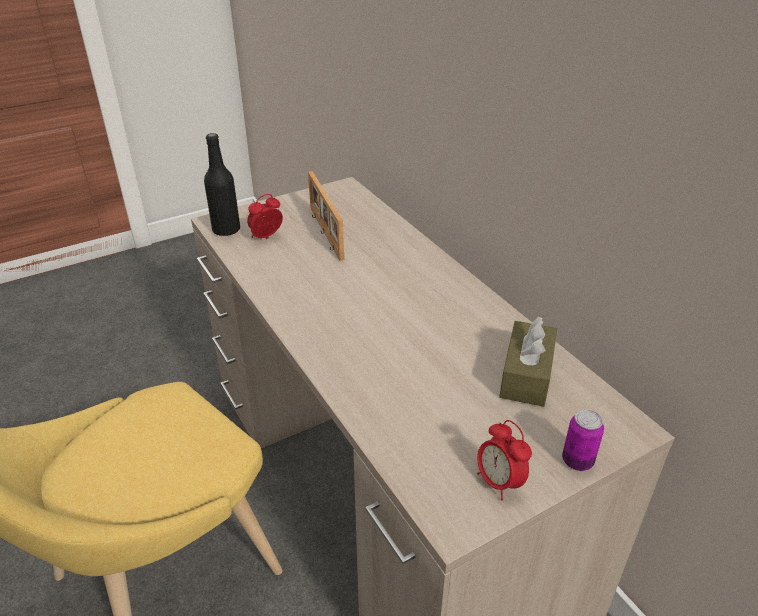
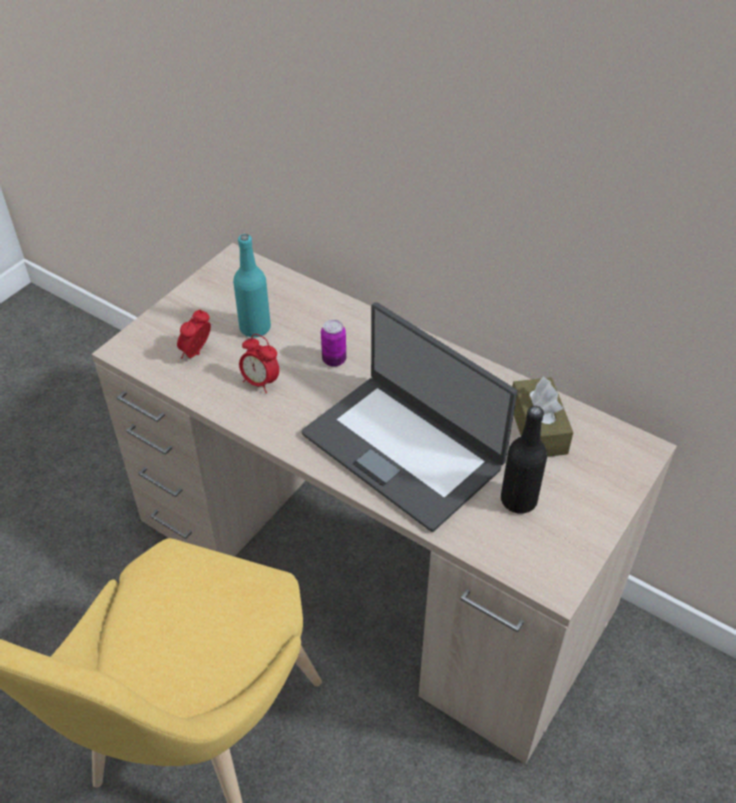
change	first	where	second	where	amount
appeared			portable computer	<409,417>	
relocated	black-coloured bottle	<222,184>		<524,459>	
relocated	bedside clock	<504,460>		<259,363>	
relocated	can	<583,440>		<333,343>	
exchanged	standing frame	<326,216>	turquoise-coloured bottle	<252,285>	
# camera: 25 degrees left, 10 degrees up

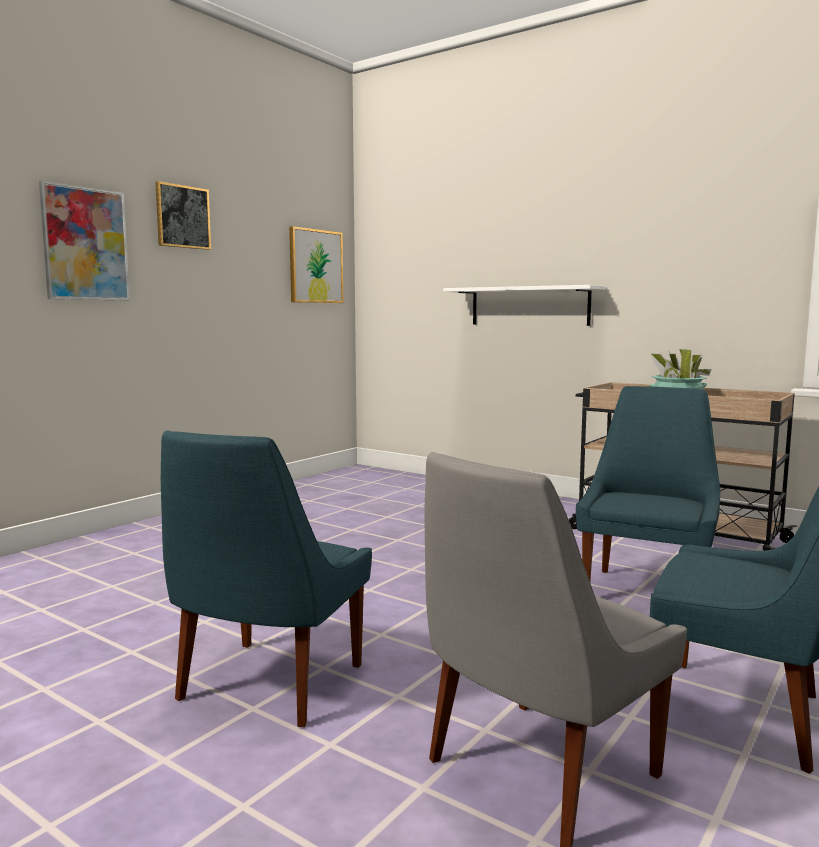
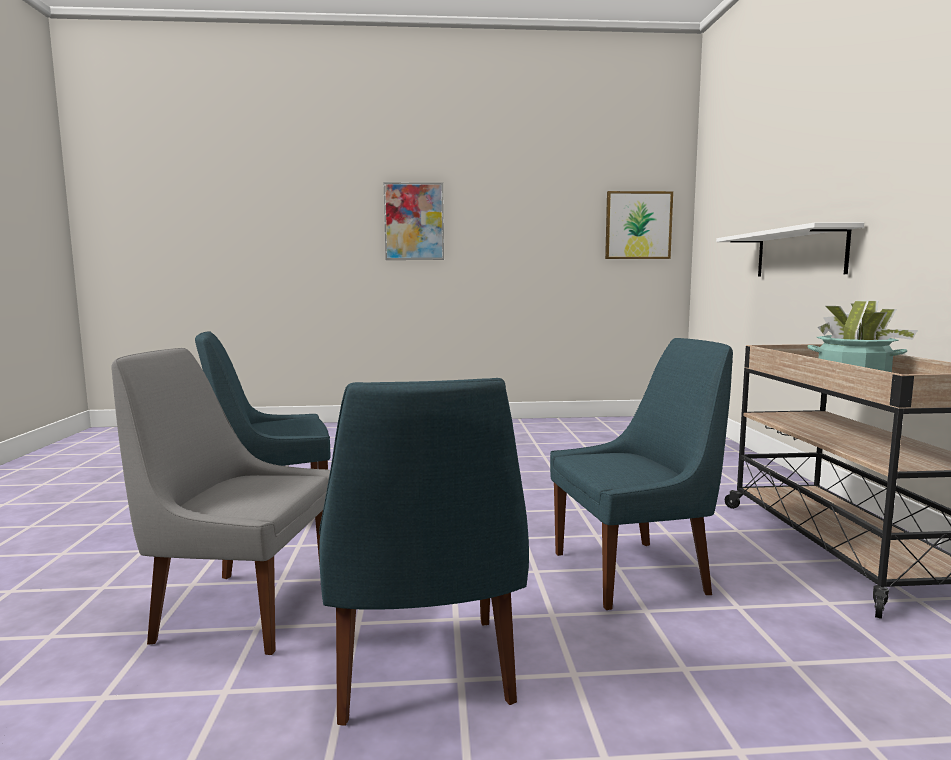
change	first	where	second	where	amount
missing	picture	<183,215>			
# camera: 50 degrees right, 0 degrees up

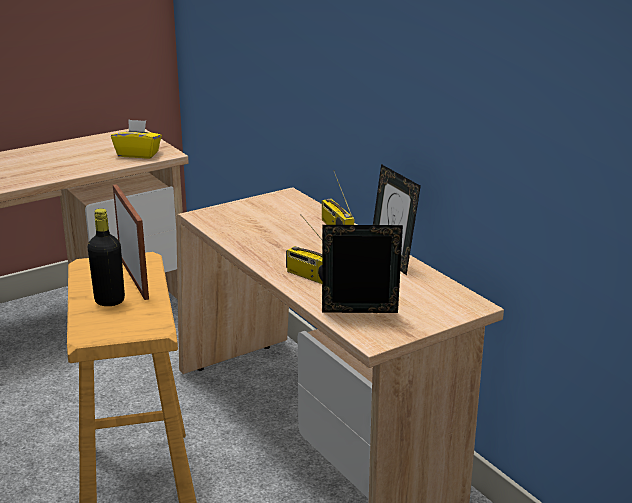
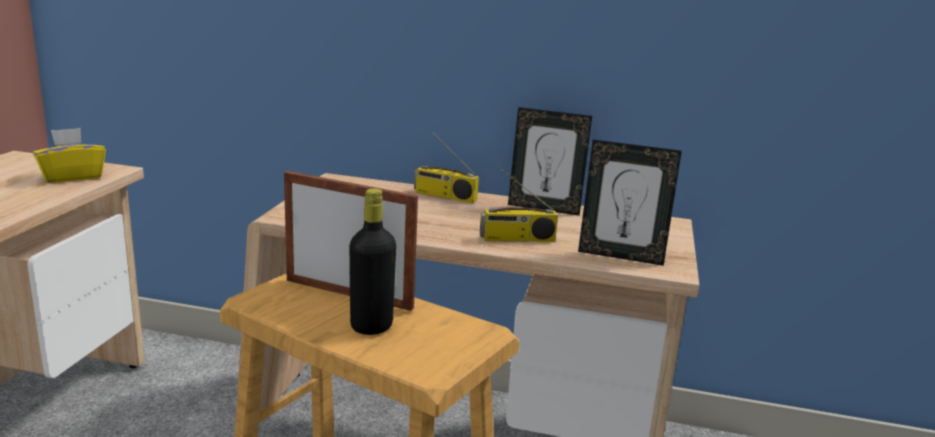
change	first	where	second	where	amount
spun	standing frame	<362,269>		<630,203>	120 degrees counterclockwise
# camera: 45 degrees left, 5 degrees down

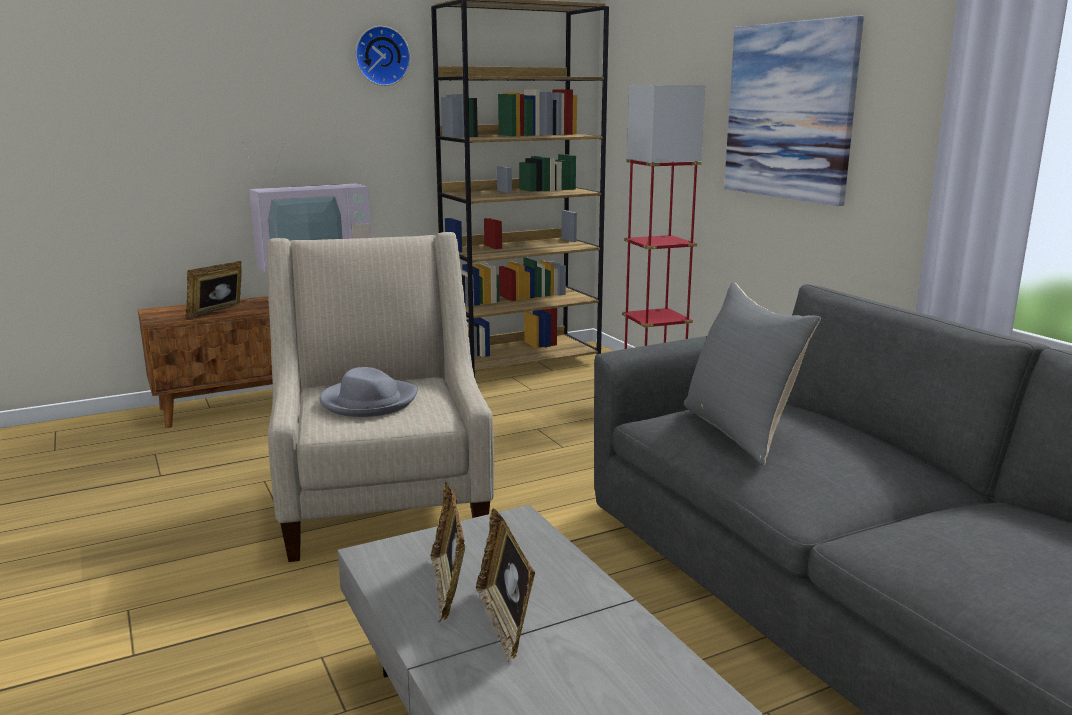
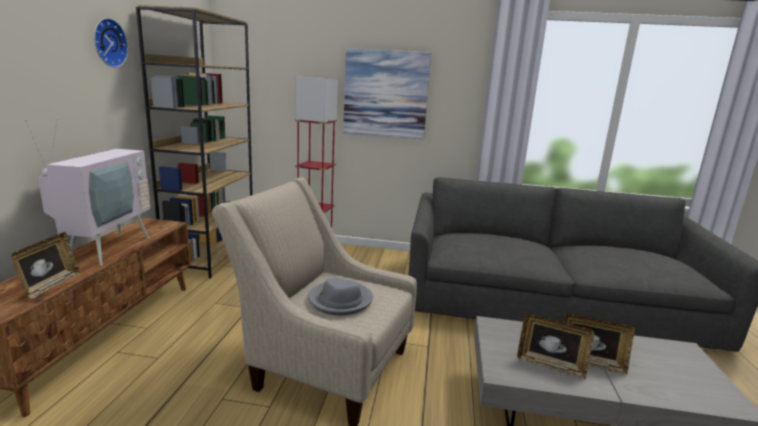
change	first	where	second	where	amount
missing	gray cushion	<752,373>			
spun	standing frame	<213,289>		<46,265>	150 degrees counterclockwise
# camera: 55 degrees left, 0 degrees up

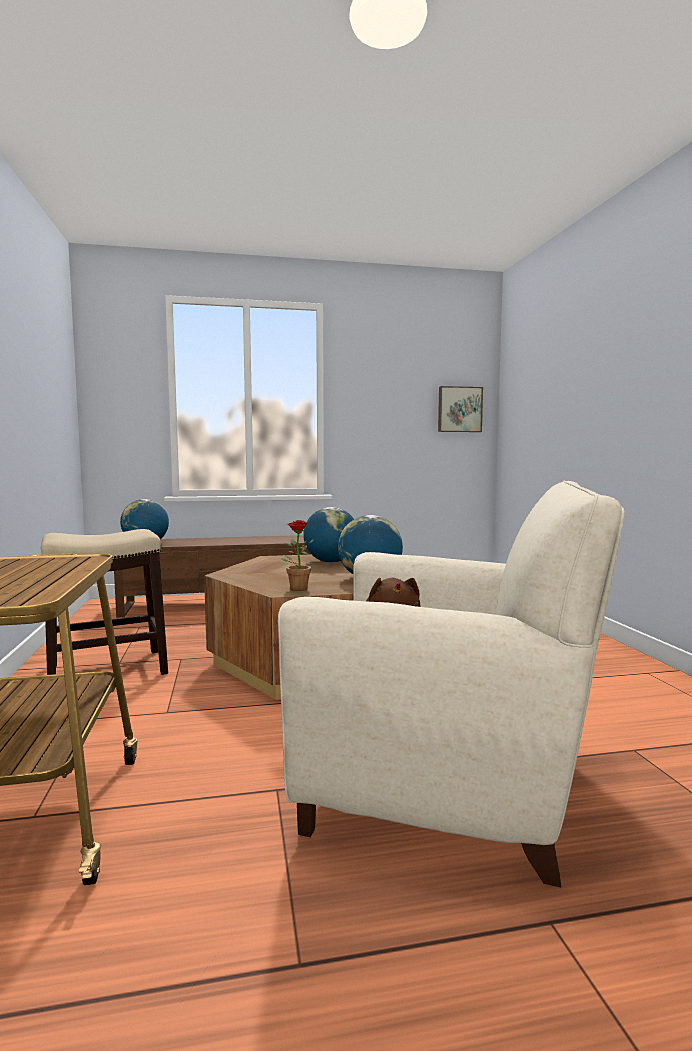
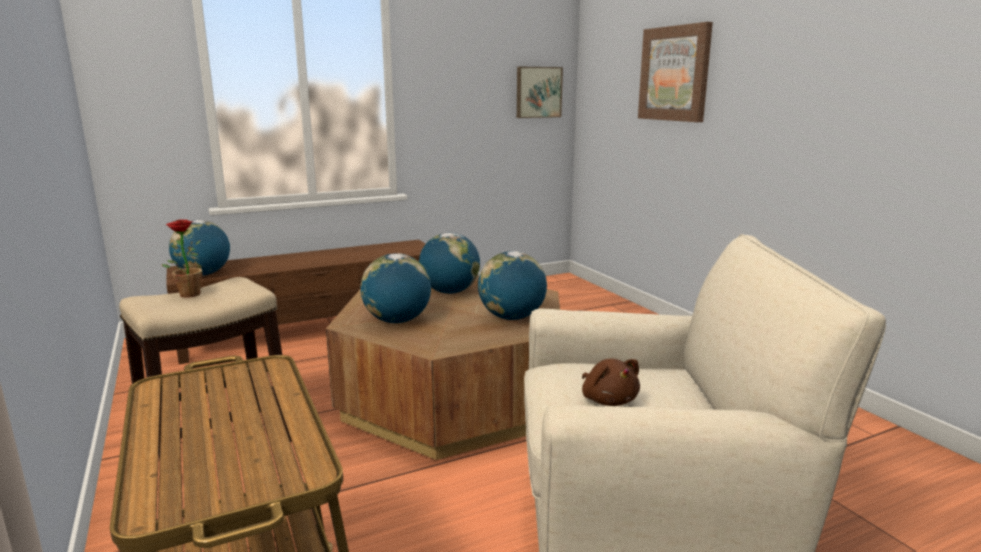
change	first	where	second	where	amount
appeared			world globe	<395,288>	
appeared			picture	<675,72>	
relocated	houseplant	<297,555>		<182,258>	
# camera: 15 degrees left, 10 degrees up

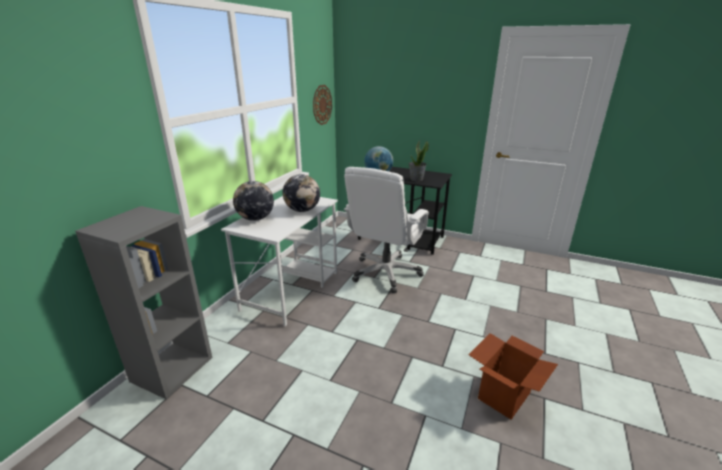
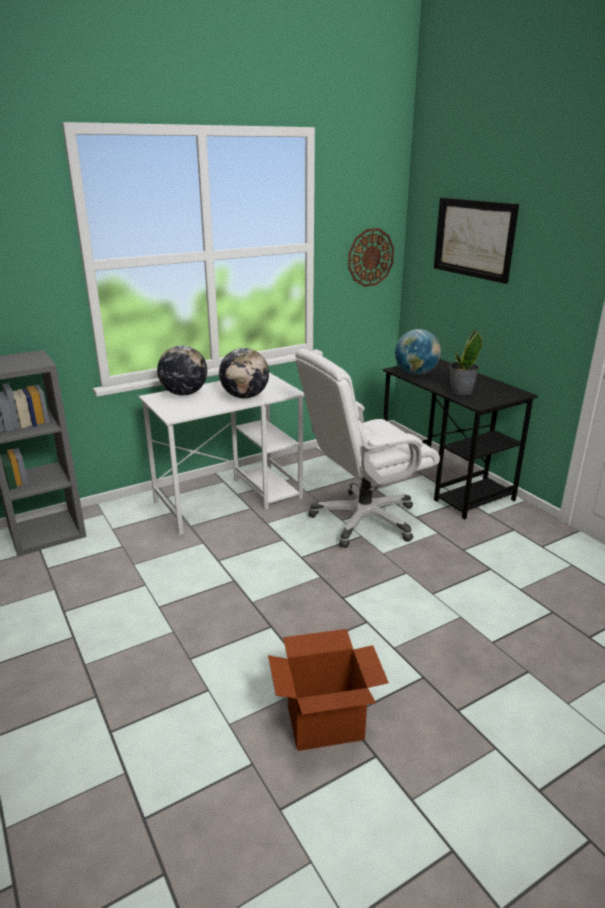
change	first	where	second	where	amount
appeared			picture	<476,241>	
# camera: 35 degrees right, 0 degrees up

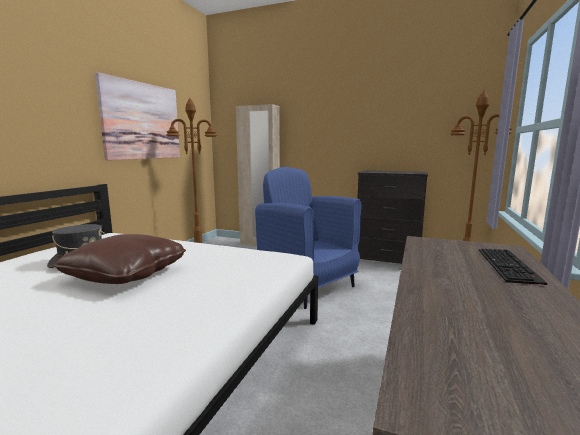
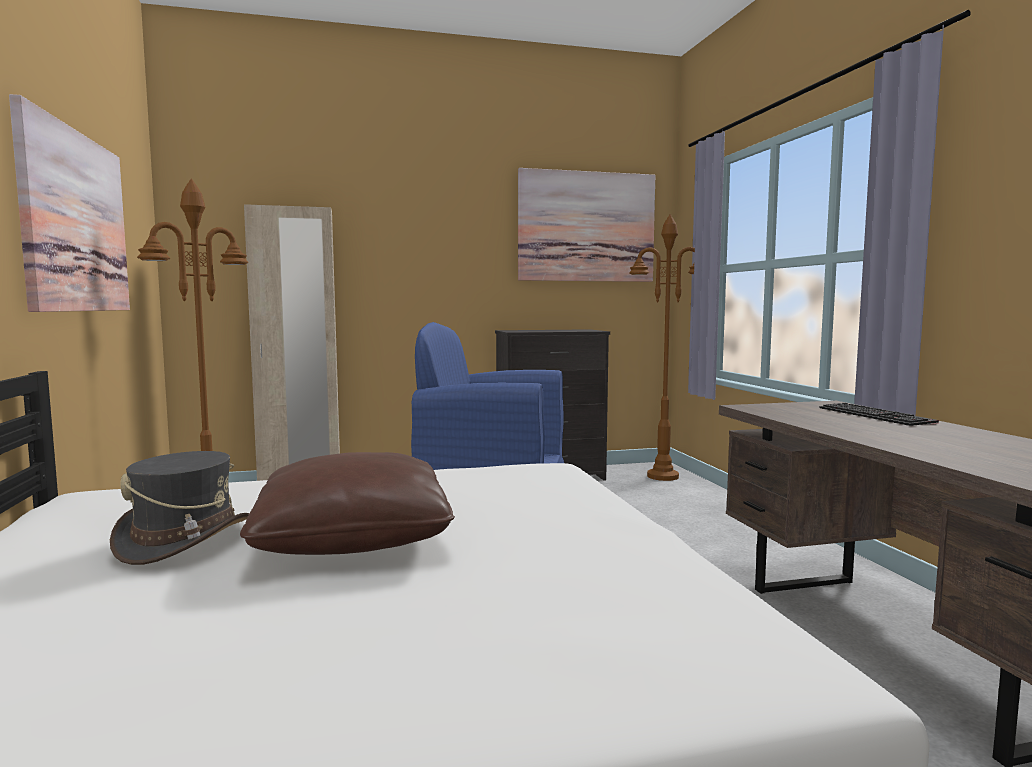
change	first	where	second	where	amount
appeared			picture	<586,225>	
# camera: 35 degrees left, 5 degrees down

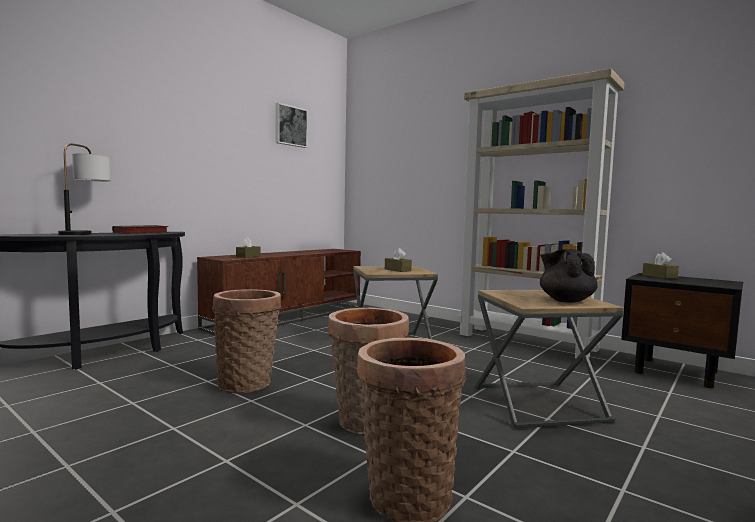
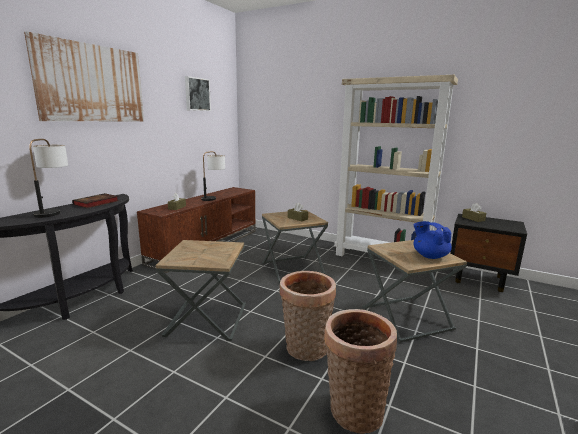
change	first	where	second	where	amount
appeared			picture	<84,76>	
appeared			table lamp	<213,176>	
exchanged	basket	<247,341>	brown side table	<201,290>	
colour	black-coloured pot for tea	<569,276>	blue-coloured pot for tea	<432,240>	
# camera: 10 degrees left, 10 degrees up

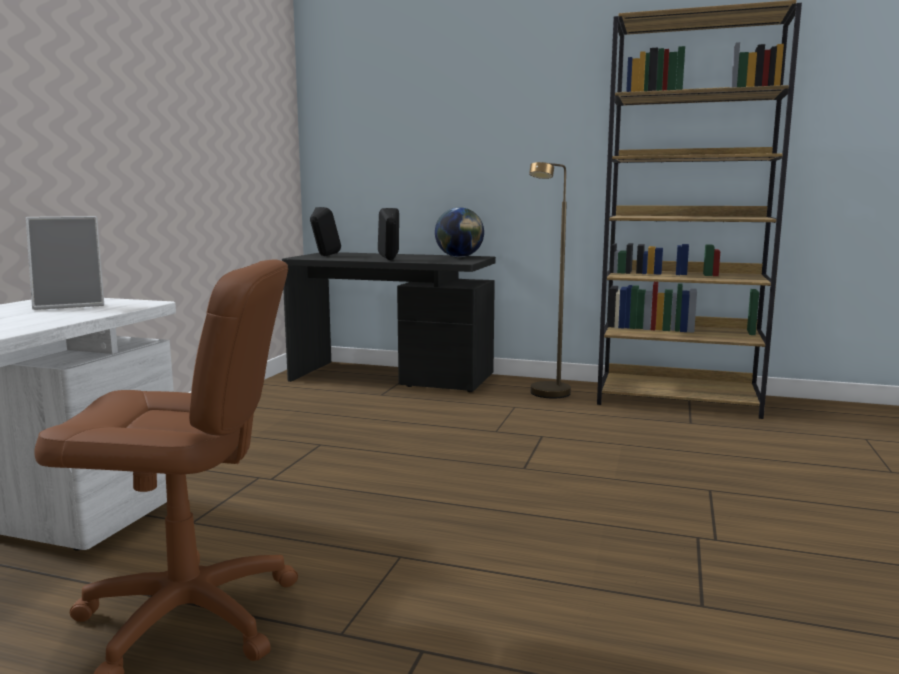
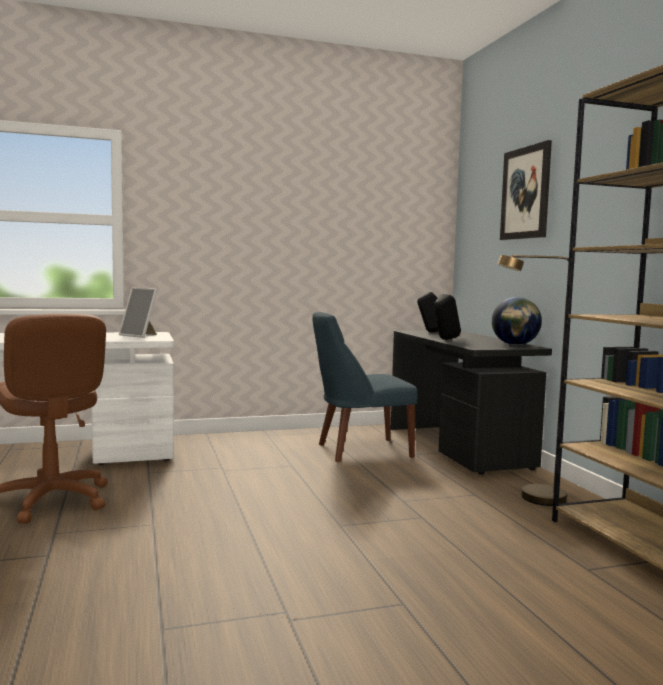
change	first	where	second	where	amount
appeared			blue-coloured upright chair	<364,387>	
appeared			picture	<526,190>	
# camera: 55 degrees right, 5 degrees down

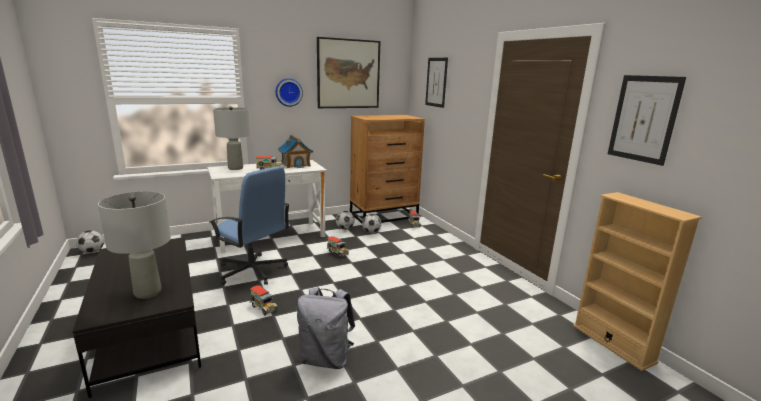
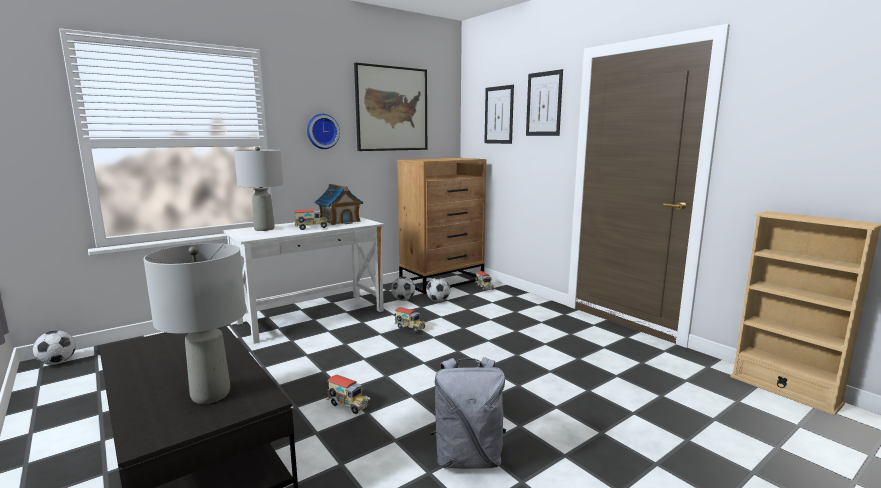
change	first	where	second	where	amount
missing	blue-coloured computer chair	<250,225>			
relocated	picture	<647,120>		<544,102>	
# camera: 10 degrees left, 5 degrees down

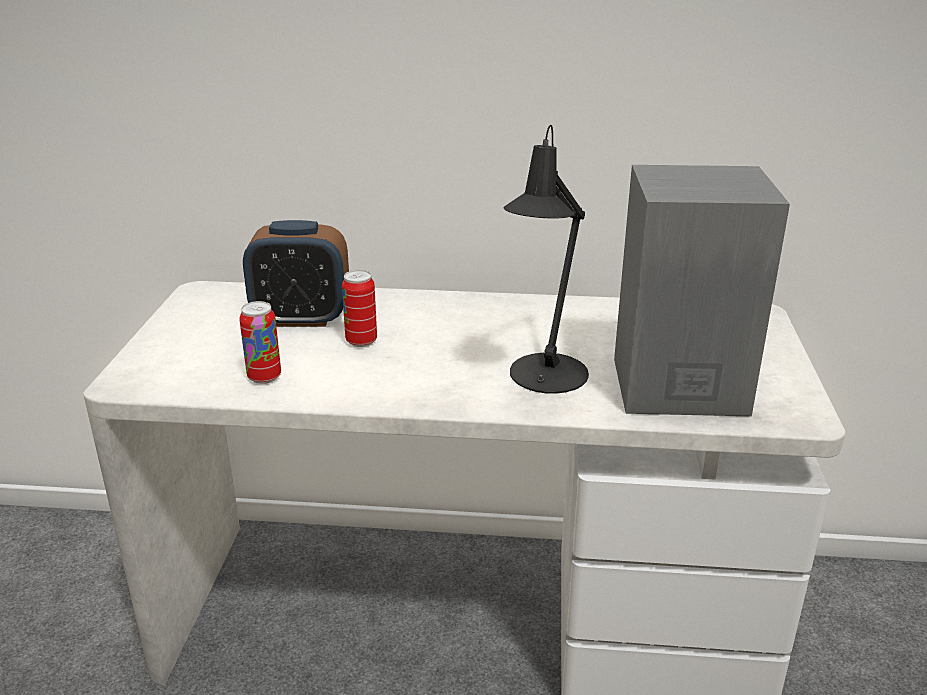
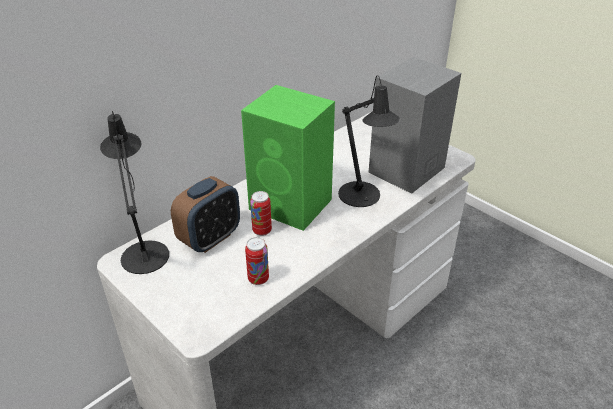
change	first	where	second	where	amount
appeared			black-coloured table lamp	<134,192>	
appeared			green audio speaker	<288,158>	
# camera: 50 degrees left, 10 degrees up

